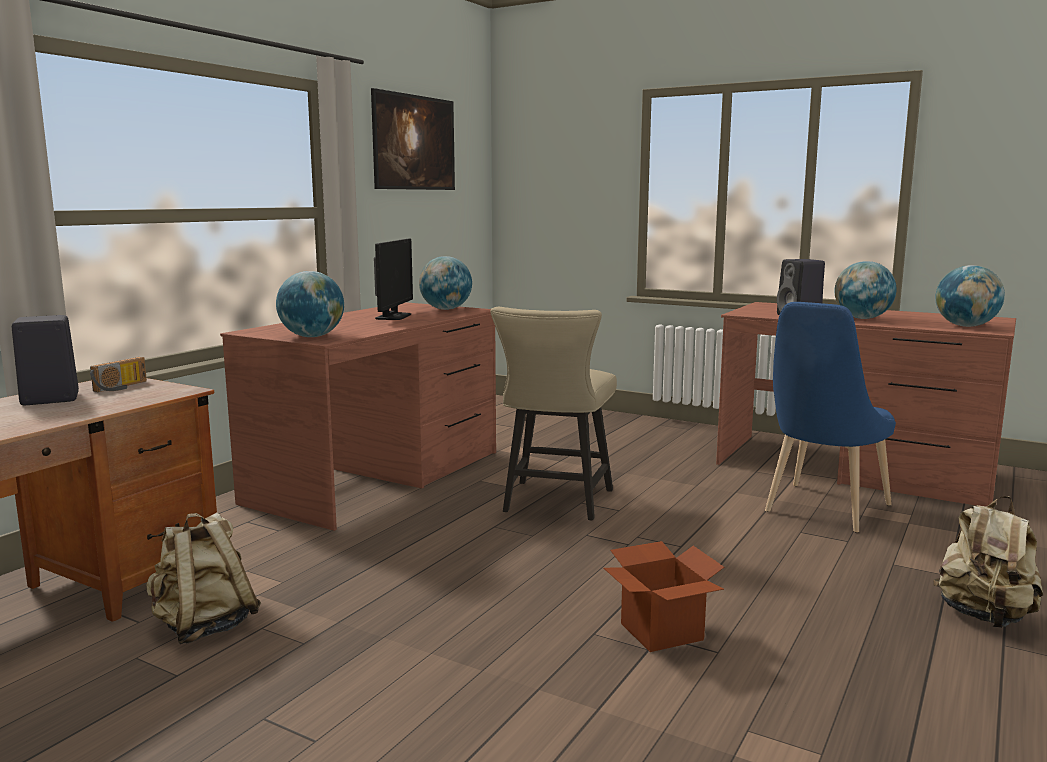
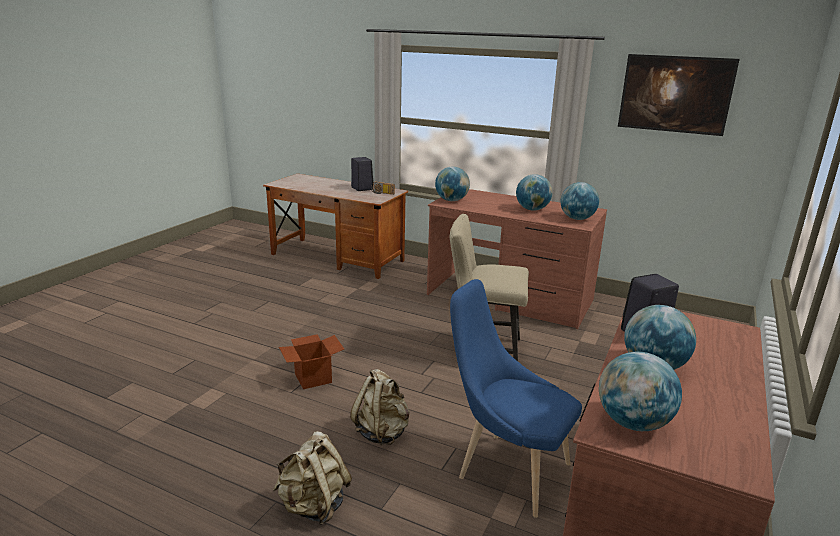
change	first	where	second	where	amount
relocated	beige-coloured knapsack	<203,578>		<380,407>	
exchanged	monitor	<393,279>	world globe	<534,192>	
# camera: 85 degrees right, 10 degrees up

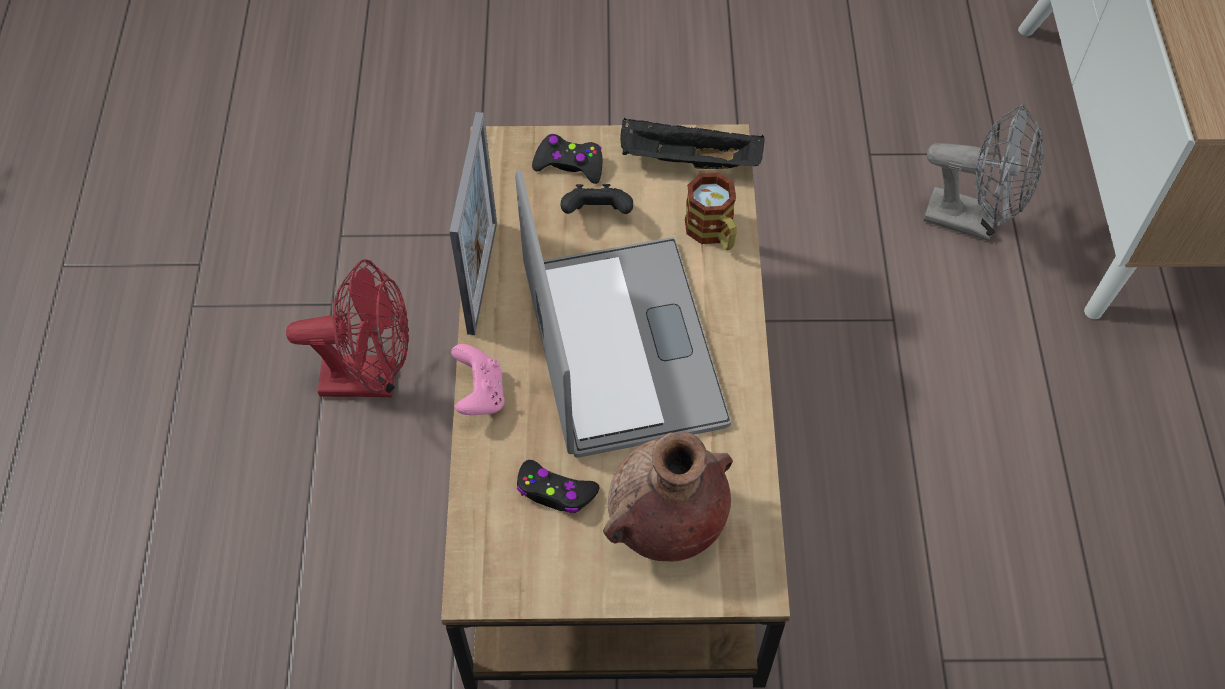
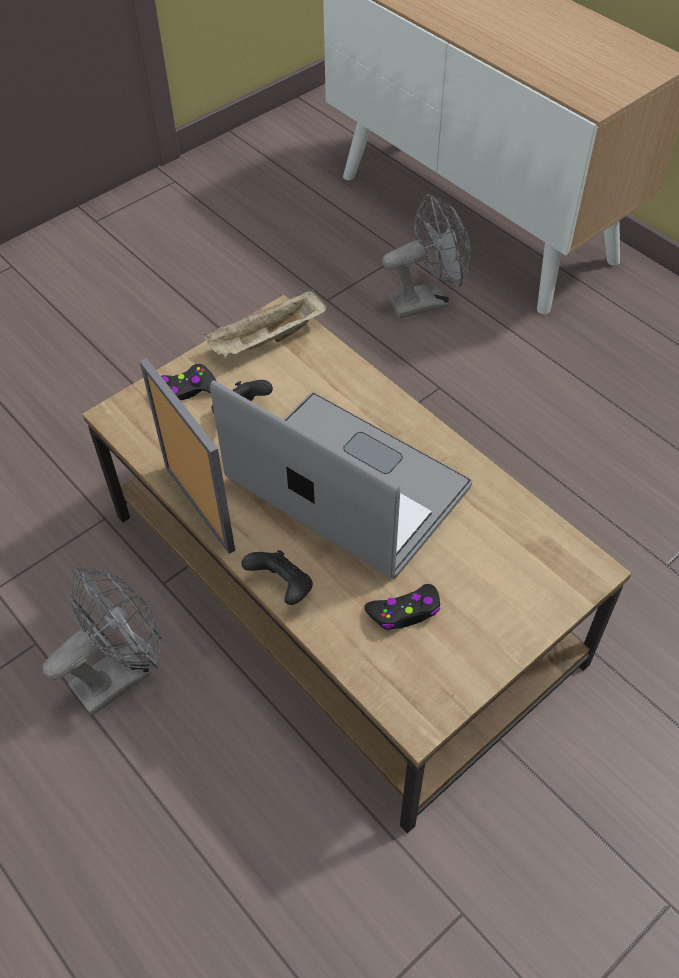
change	first	where	second	where	amount
missing	brown flower vase	<668,497>			
missing	coffee mug	<711,211>			
colour	red-coloured fan	<347,328>	gray fan	<102,642>	
colour	pinkish game controller	<478,379>	black-coloured game controller	<277,577>	
colour	black-coloured tray	<692,143>	beige-coloured tray	<265,324>	
# camera: 40 degrees left, 5 degrees down

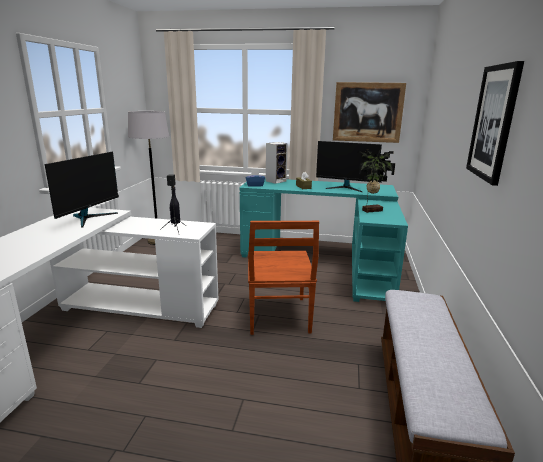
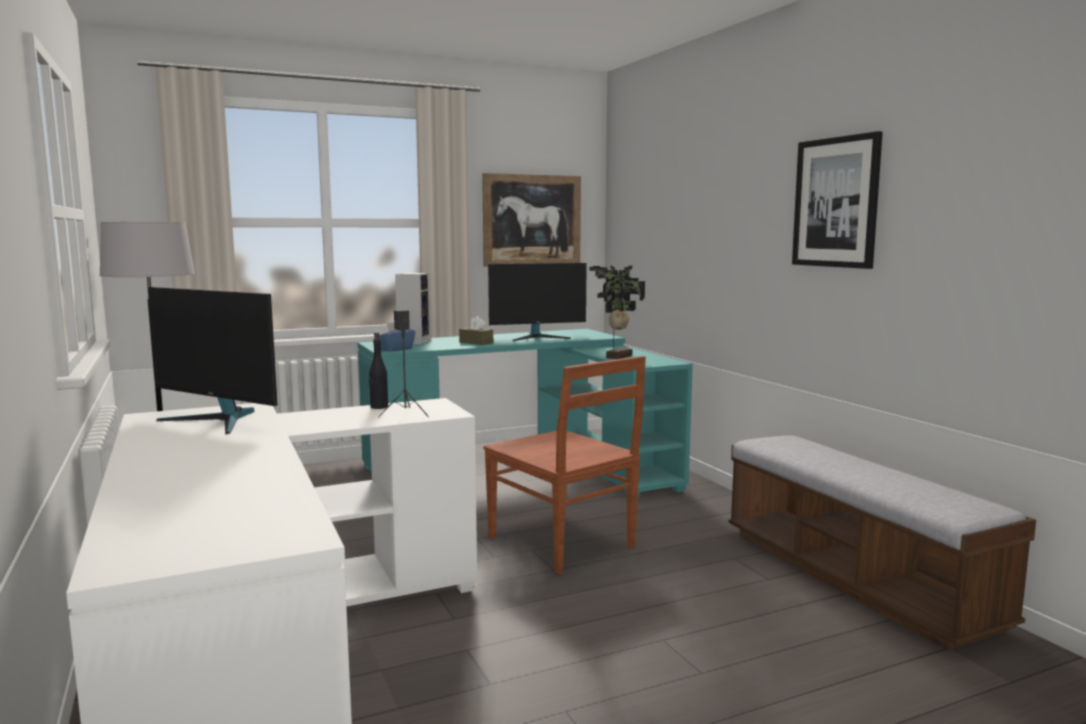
change	first	where	second	where	amount
spun	monitor	<82,189>		<213,360>	135 degrees clockwise
# camera: 35 degrees left, 10 degrees down

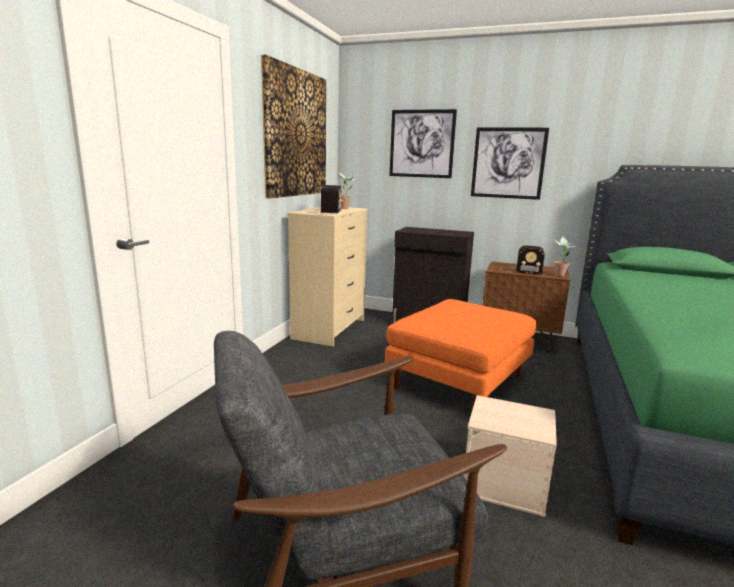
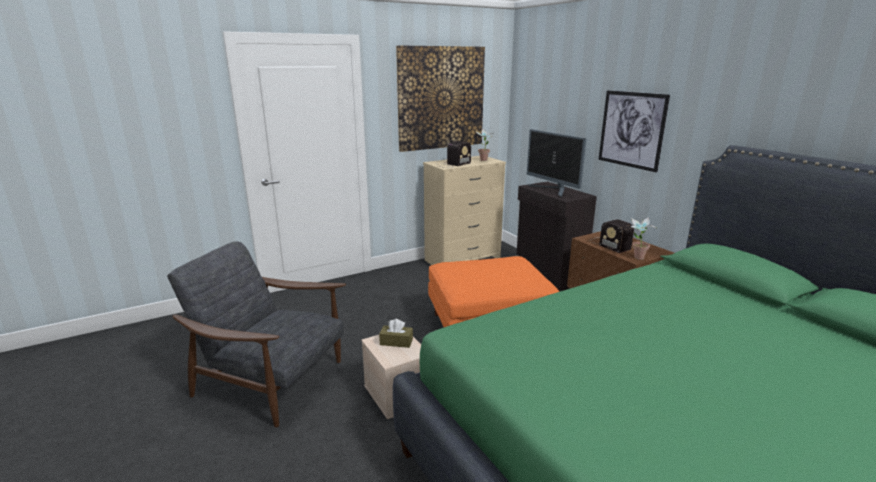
change	first	where	second	where	amount
missing	picture	<423,143>			
appeared			brown tissue box	<396,333>	
appeared			monitor	<556,163>	
# camera: 40 degrees right, 5 degrees up

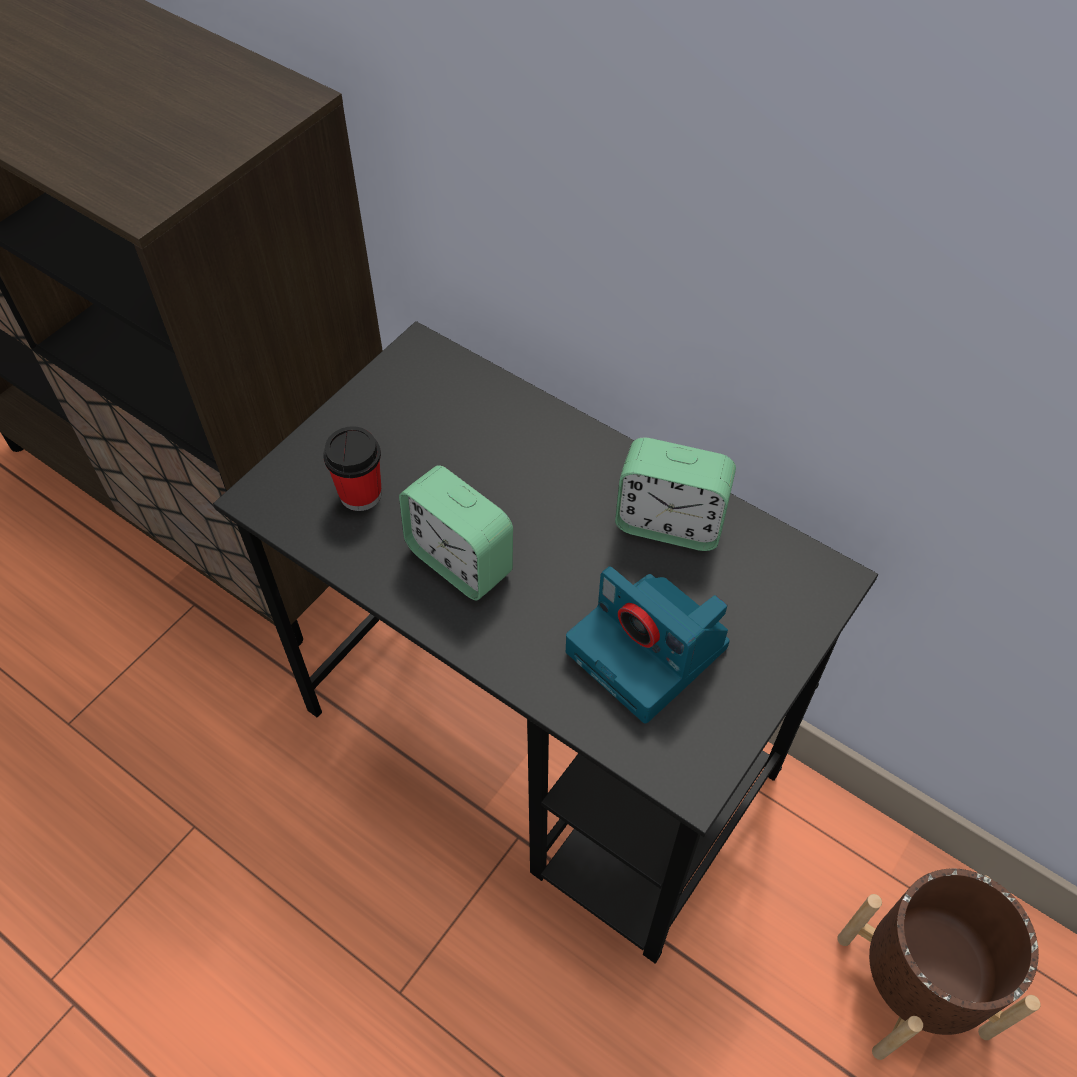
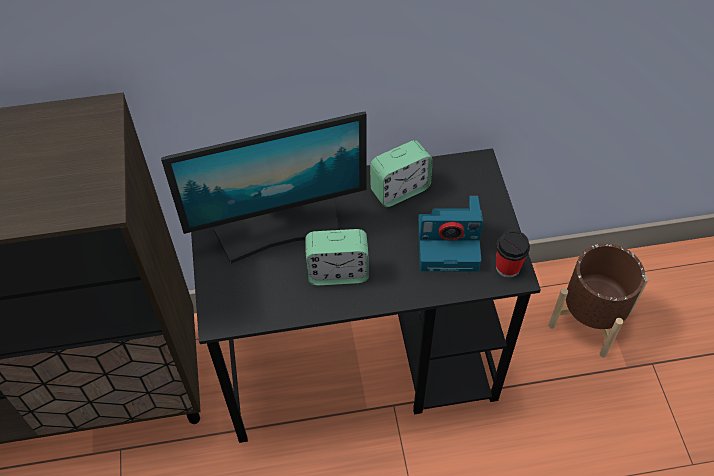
change	first	where	second	where	amount
appeared			monitor	<263,188>	
relocated	cup	<352,468>		<513,254>	
# camera: 45 degrees left, 0 degrees up

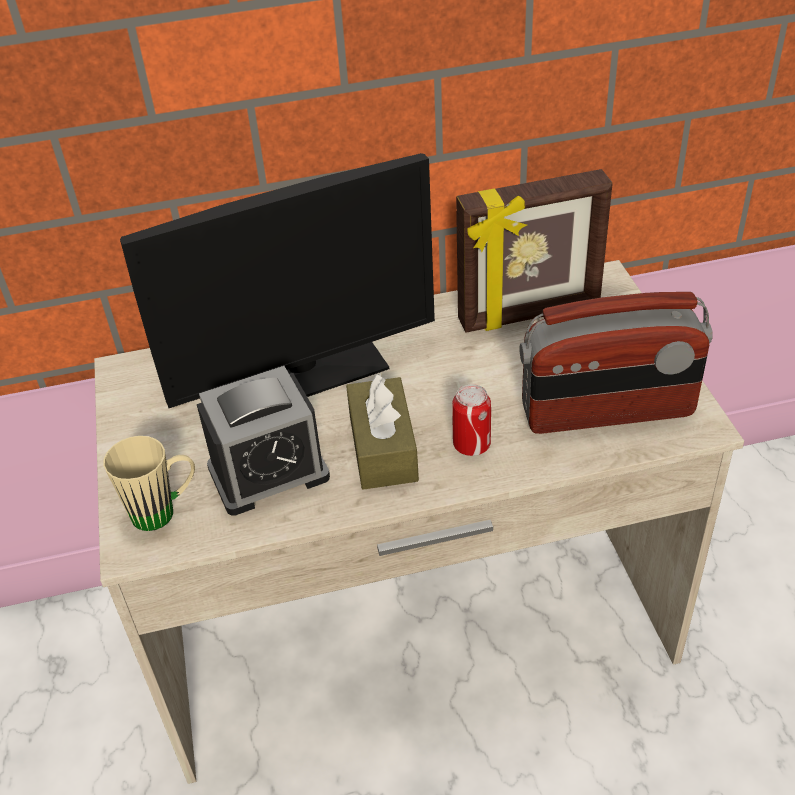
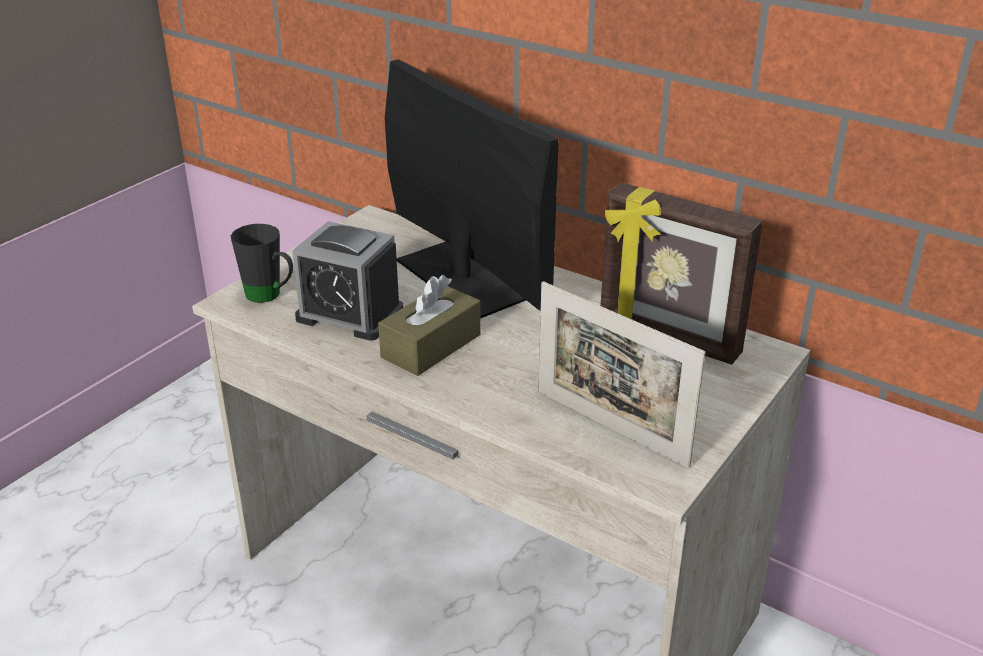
change	first	where	second	where	amount
missing	can	<471,420>			
exchanged	radio	<616,363>	standing frame	<622,374>	
colour	beige-coloured coffee mug	<149,483>	black-coloured coffee mug	<262,263>	
spun	monitor	<277,280>		<472,188>	150 degrees counterclockwise
# camera: 45 degrees right, 10 degrees down

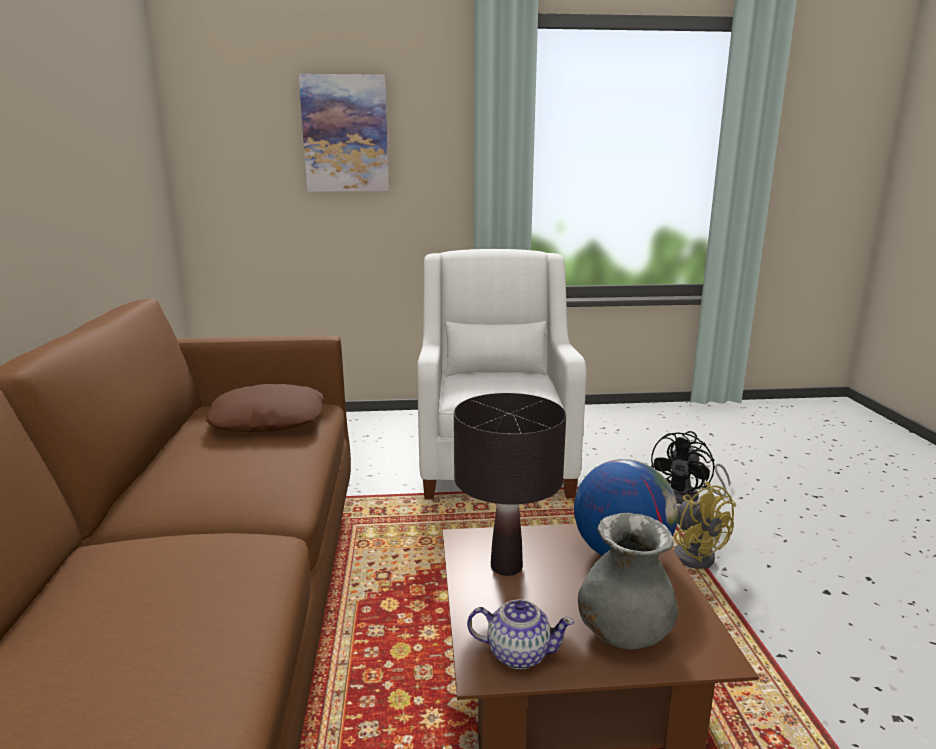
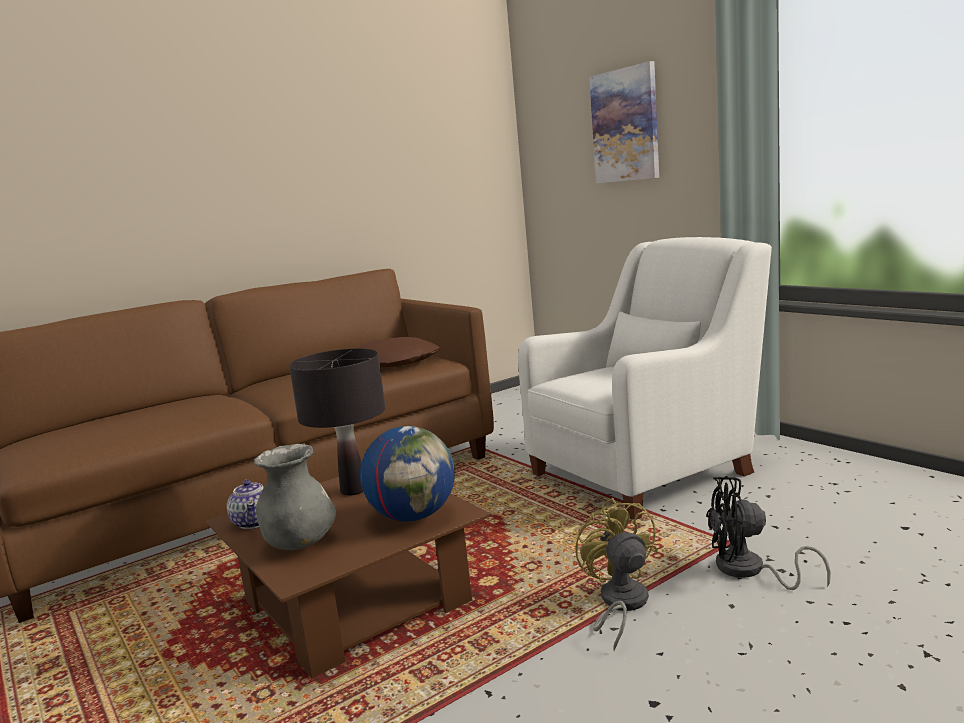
change	first	where	second	where	amount
spun	yellow fan	<705,525>		<616,574>	135 degrees clockwise
# camera: 60 degrees right, 5 degrees down

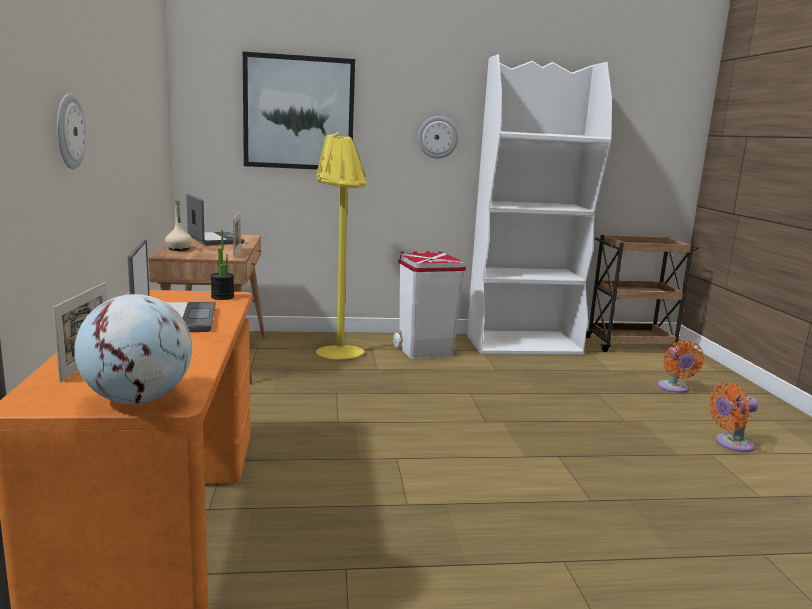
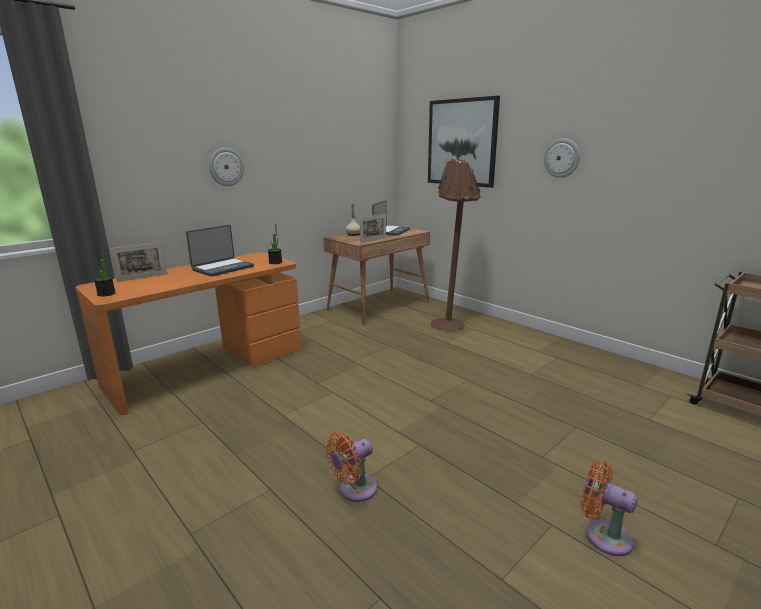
change	first	where	second	where	amount
missing	whitish trash can	<429,305>			
missing	whitish shelving unit	<539,204>			
relocated	orange fan	<681,366>		<351,467>	
exchanged	world globe	<133,349>	houseplant	<105,272>	
colour	yellow floor lamp	<341,246>	brown floor lamp	<456,244>	
# camera: 55 degrees right, 5 degrees up

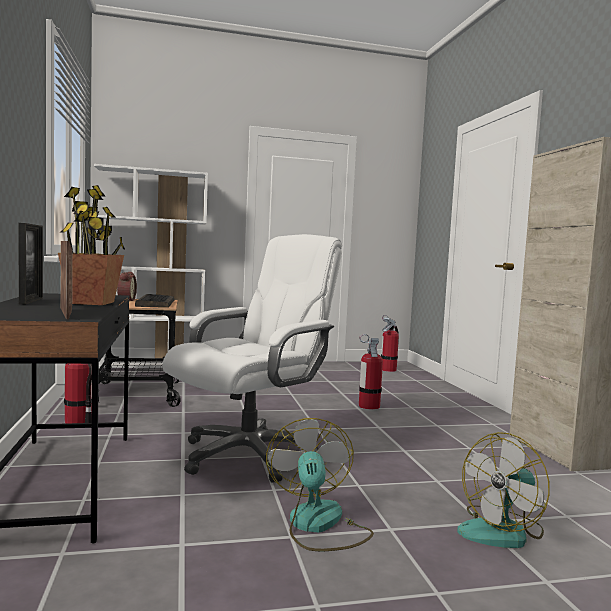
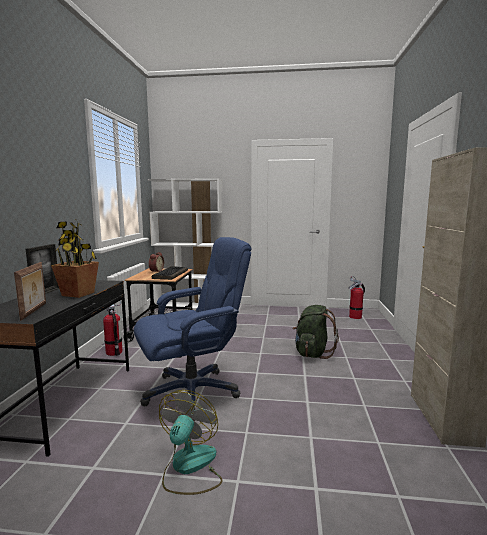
change	first	where	second	where	amount
missing	fan	<503,490>			
exchanged	extinguisher	<371,372>	green knapsack	<315,332>	
colour	whitish computer chair	<252,358>	blue-coloured computer chair	<192,329>	
# camera: 20 degrees right, 5 degrees up

